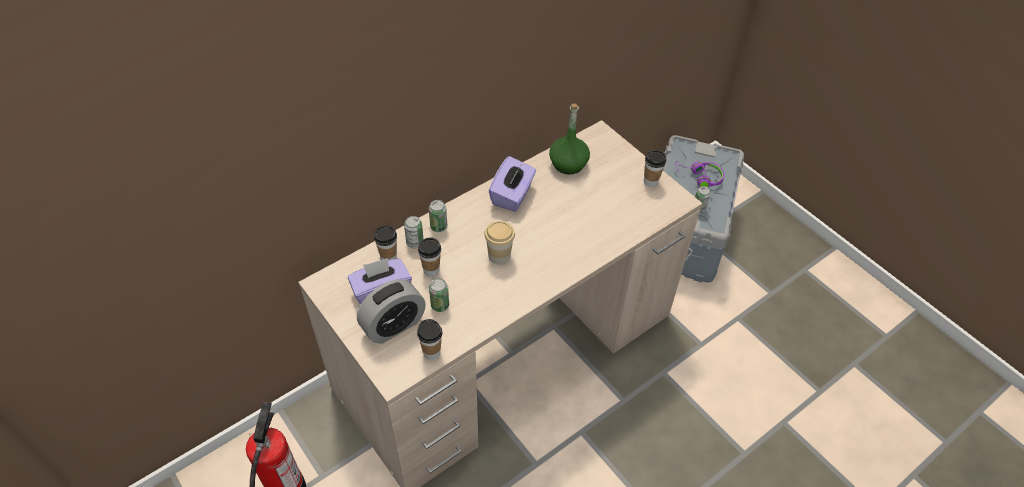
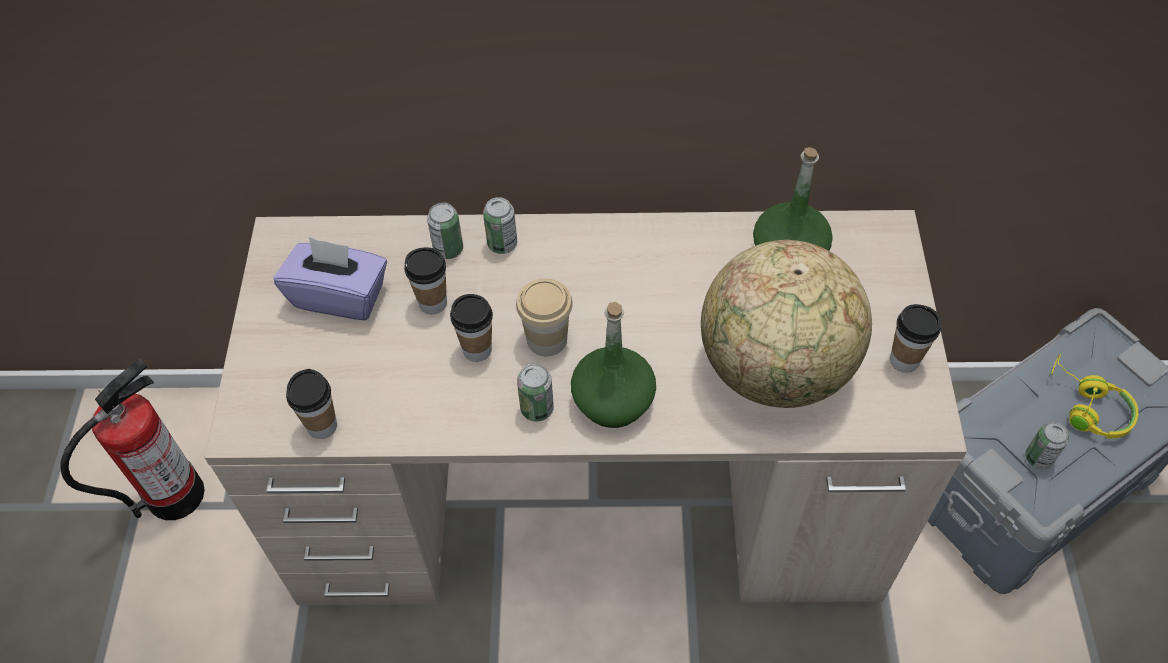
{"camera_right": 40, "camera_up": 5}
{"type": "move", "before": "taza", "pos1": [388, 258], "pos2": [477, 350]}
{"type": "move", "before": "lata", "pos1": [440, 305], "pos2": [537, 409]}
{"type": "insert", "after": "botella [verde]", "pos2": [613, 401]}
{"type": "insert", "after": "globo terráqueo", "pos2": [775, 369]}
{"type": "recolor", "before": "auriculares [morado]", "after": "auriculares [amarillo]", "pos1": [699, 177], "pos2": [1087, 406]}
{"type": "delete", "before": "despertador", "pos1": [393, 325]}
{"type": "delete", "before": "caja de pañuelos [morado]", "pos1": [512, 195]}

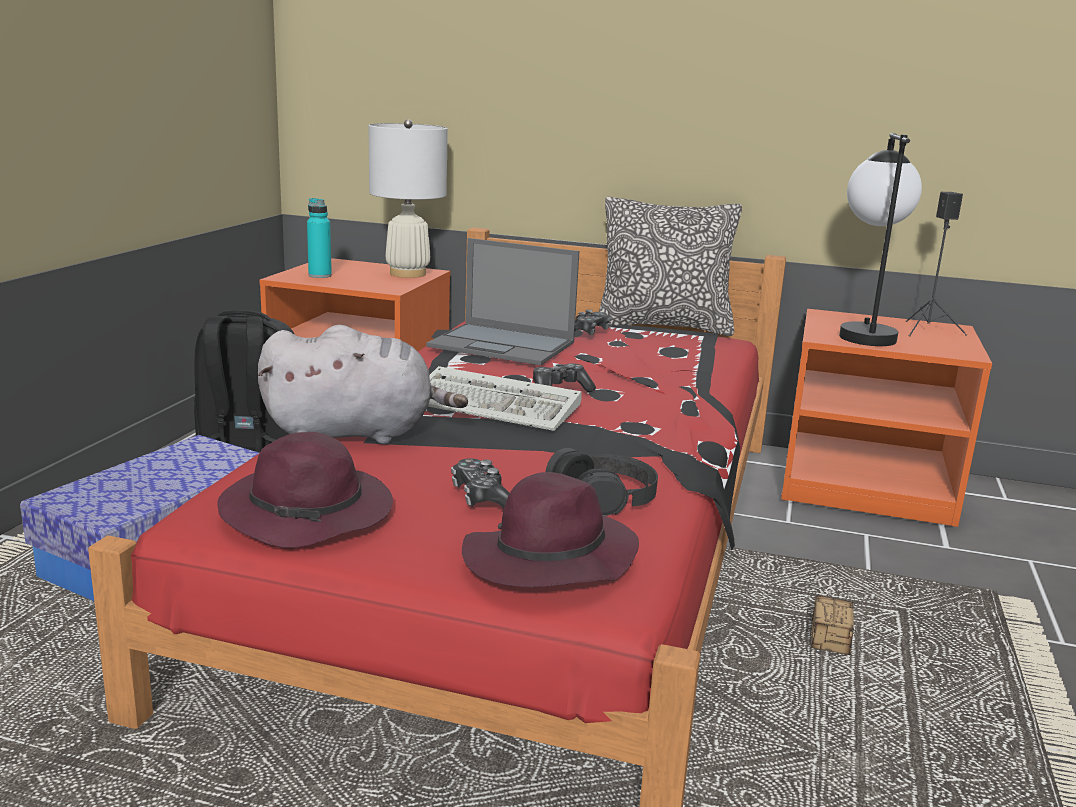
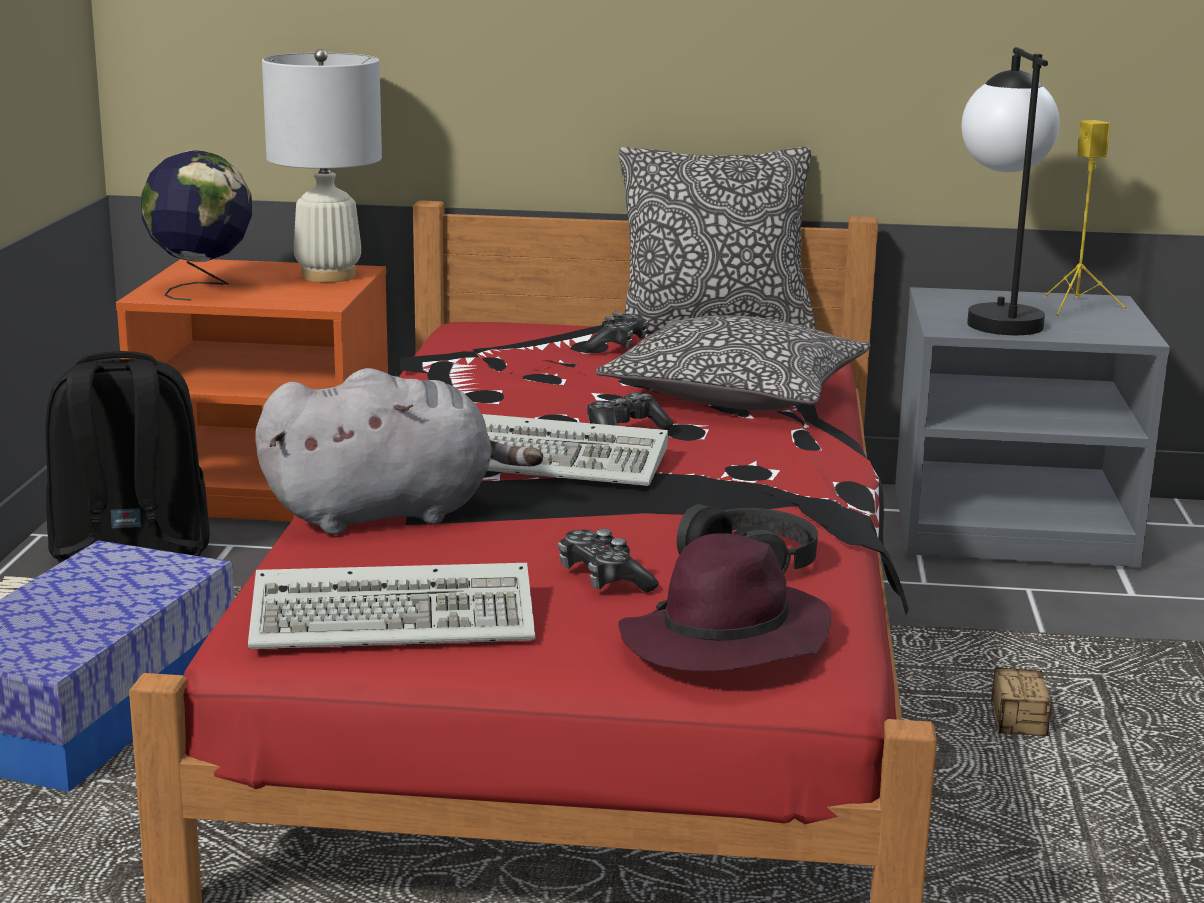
{"camera_right": -10, "camera_up": 0}
{"type": "replace", "before": "botella [turquesa]", "after": "globo terráqueo", "pos1": [320, 275], "pos2": [201, 289]}
{"type": "replace", "before": "sombrero [morado]", "after": "teclado", "pos1": [310, 514], "pos2": [400, 619]}
{"type": "insert", "after": "cojín", "pos2": [736, 394]}
{"type": "recolor", "before": "mesita de noche [naranja]", "after": "mesita de noche [gris]", "pos1": [867, 486], "pos2": [1012, 526]}
{"type": "recolor", "before": "altavoz [negro]", "after": "altavoz [amarillo]", "pos1": [928, 330], "pos2": [1077, 307]}
{"type": "delete", "before": "portátil", "pos1": [503, 345]}

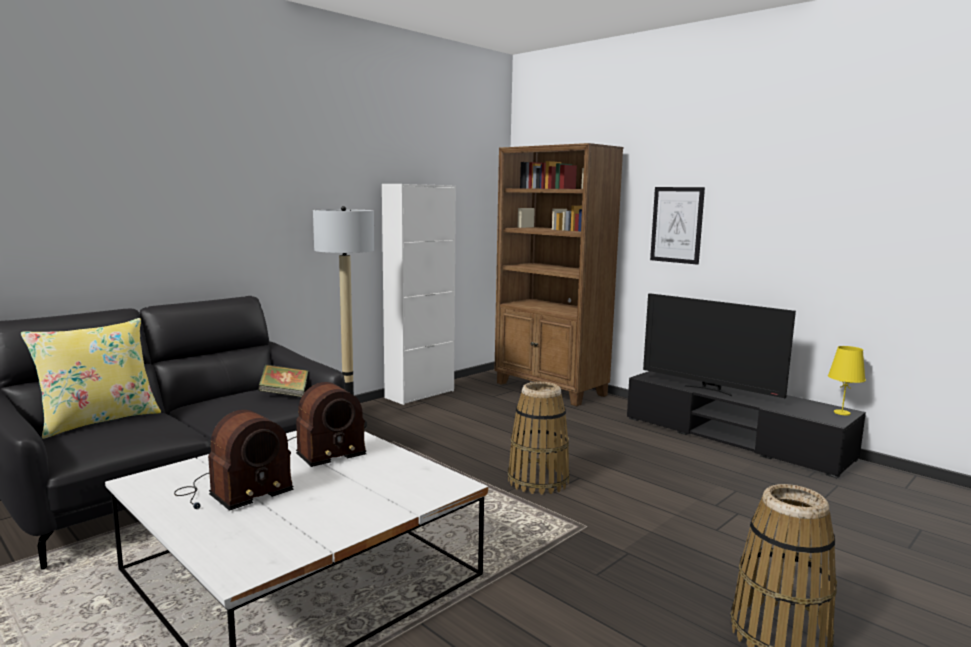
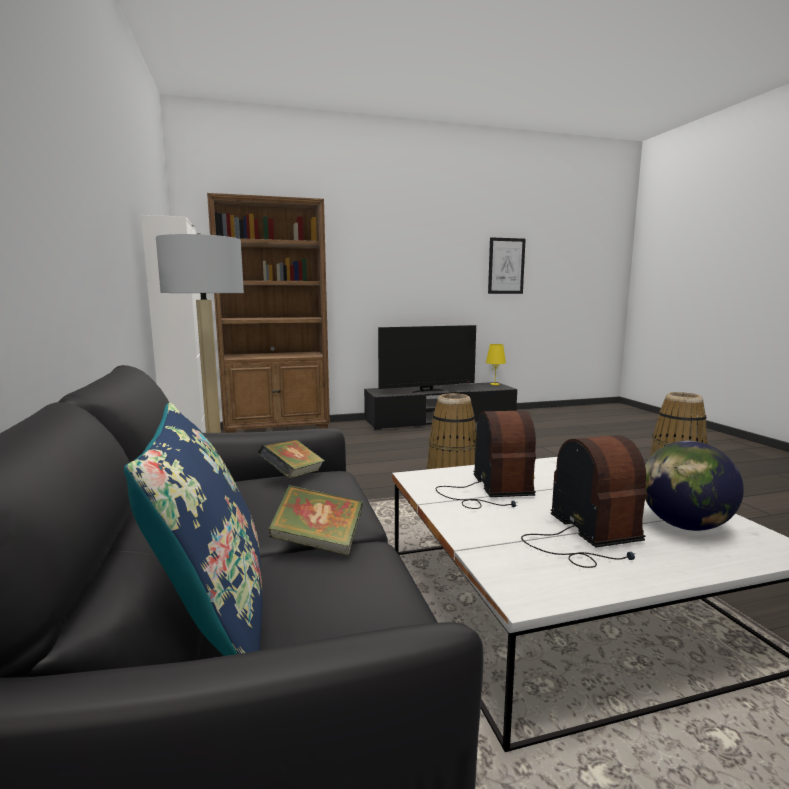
{"camera_right": -60, "camera_up": 0}
{"type": "recolor", "before": "cojín [amarillo]", "after": "cojín [azul]", "pos1": [99, 420], "pos2": [212, 616]}
{"type": "insert", "after": "libro", "pos2": [318, 543]}
{"type": "move", "before": "cuadro", "pos1": [676, 225], "pos2": [506, 266]}
{"type": "insert", "after": "globo terráqueo", "pos2": [685, 526]}

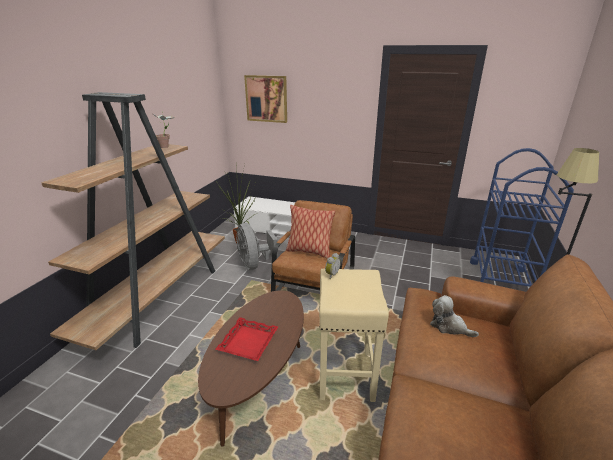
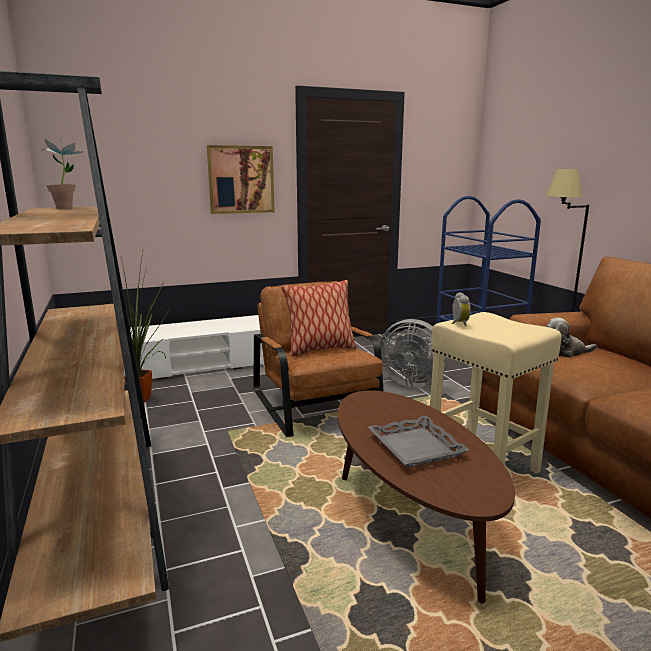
{"camera_right": -40, "camera_up": -10}
{"type": "move", "before": "cuadro", "pos1": [266, 98], "pos2": [241, 179]}
{"type": "recolor", "before": "bandeja [rojo]", "after": "bandeja [gris]", "pos1": [248, 342], "pos2": [415, 447]}
{"type": "move", "before": "ventilador [gris]", "pos1": [254, 264], "pos2": [411, 382]}

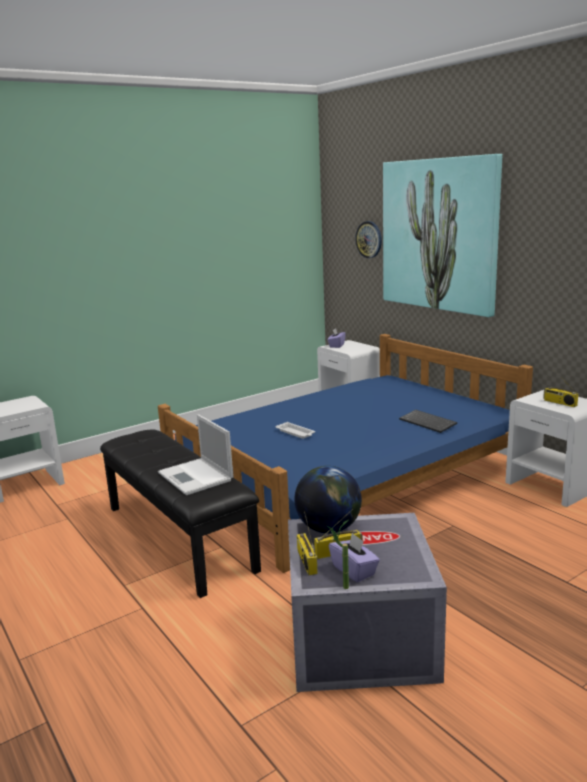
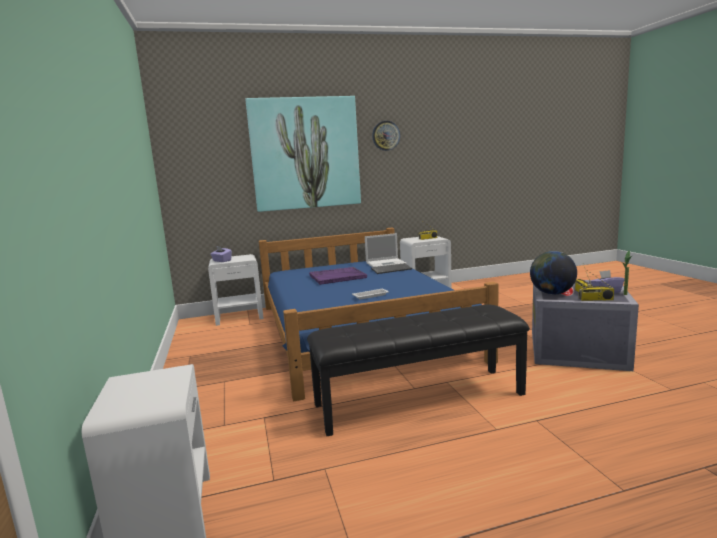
{"camera_right": -70, "camera_up": -5}
{"type": "insert", "after": "bandeja [morado]", "pos2": [337, 277]}
{"type": "move", "before": "portátil", "pos1": [196, 477], "pos2": [386, 263]}
{"type": "move", "before": "reloj de pared", "pos1": [369, 239], "pos2": [386, 135]}

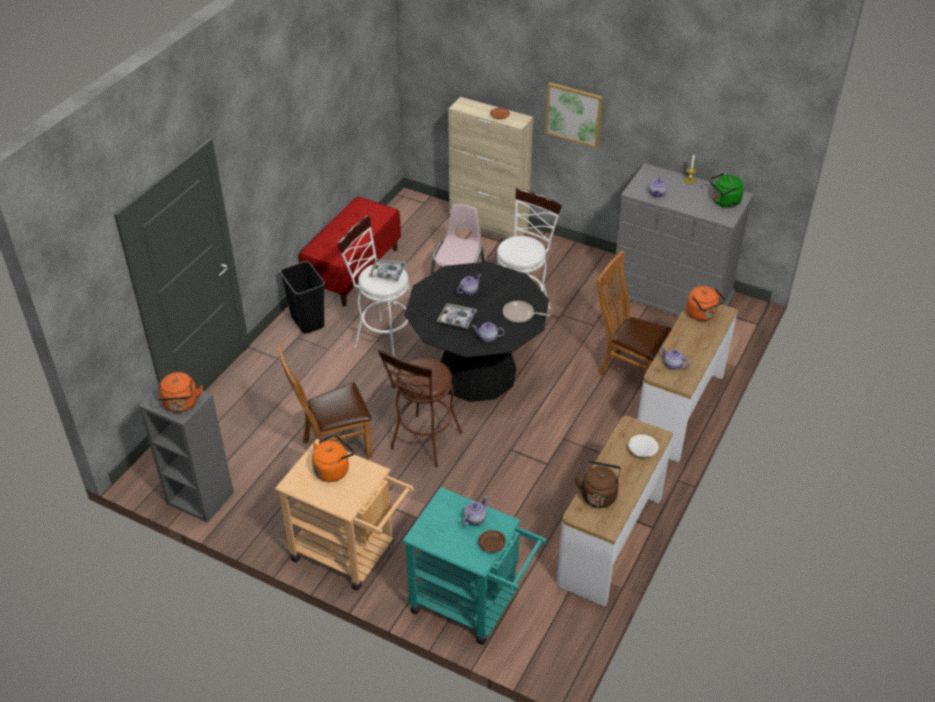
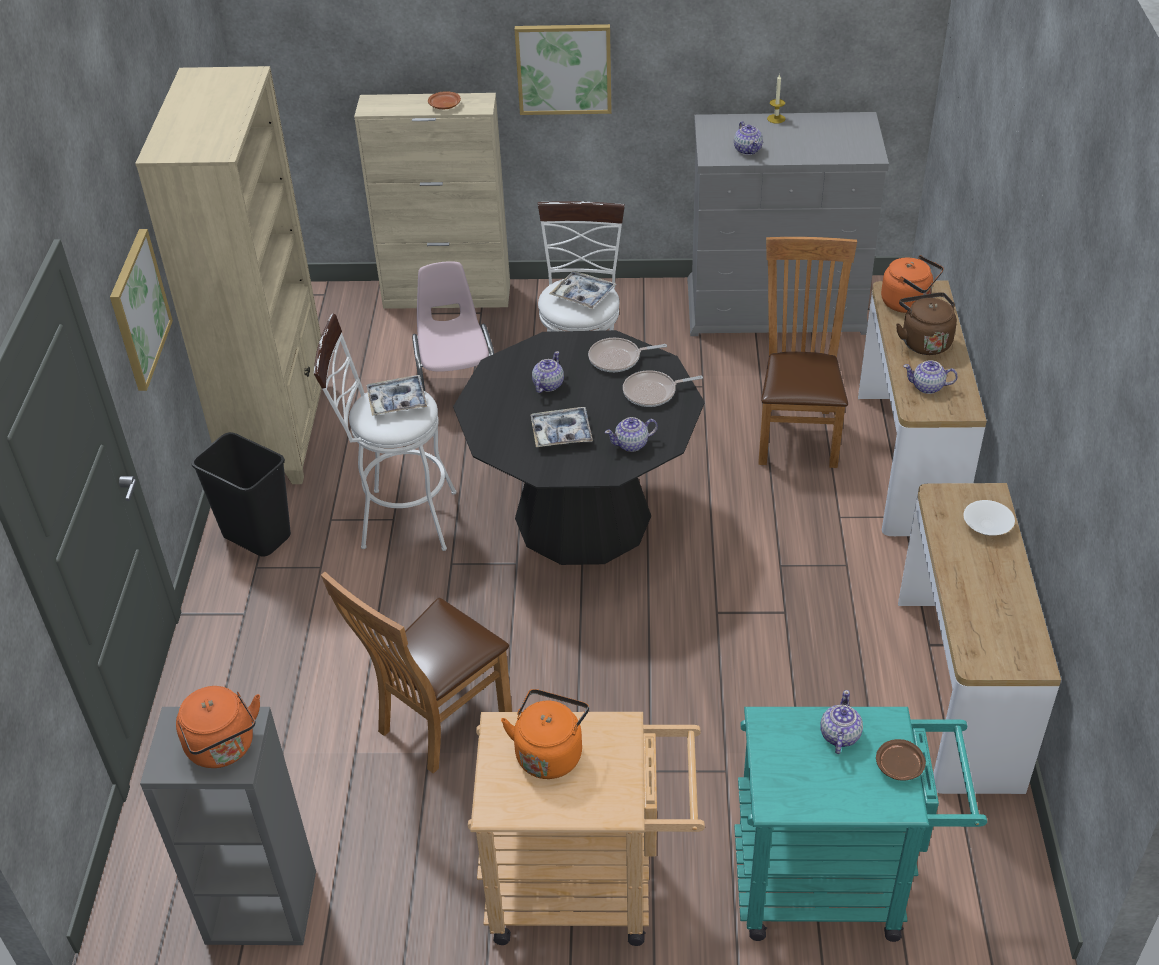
{"camera_right": -25, "camera_up": 0}
{"type": "insert", "after": "cuadro", "pos2": [138, 309]}
{"type": "replace", "before": "banco [rojo]", "after": "estantería [beis]", "pos1": [353, 270], "pos2": [279, 430]}
{"type": "insert", "after": "bandeja", "pos2": [583, 295]}
{"type": "insert", "after": "sartén", "pos2": [618, 359]}
{"type": "rotate", "before": "silla [marrón]", "pos1": [628, 370], "pos2": [797, 432], "turn": 90}
{"type": "move", "before": "hervidor [marrón]", "pos1": [598, 494], "pos2": [924, 341]}
{"type": "delete", "before": "taburete [marrón]", "pos1": [423, 444]}
{"type": "delete", "before": "hervidor [verde]", "pos1": [724, 202]}

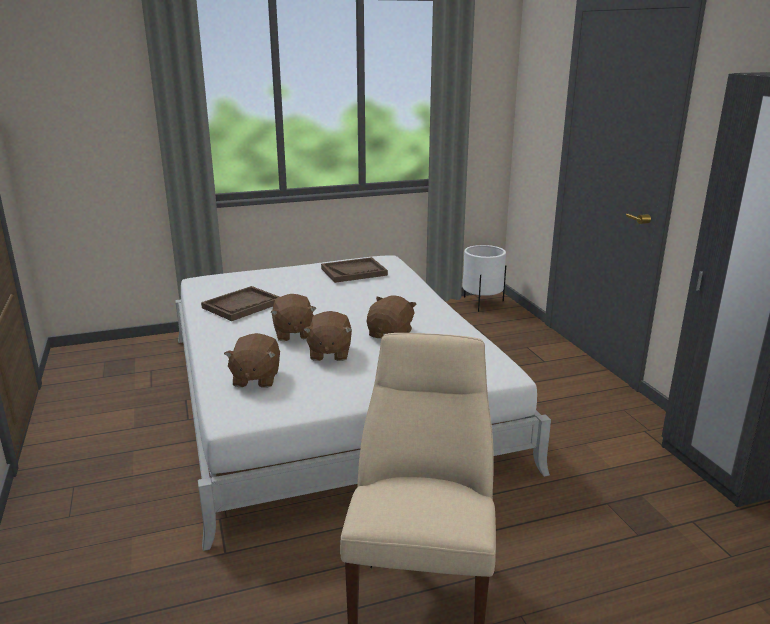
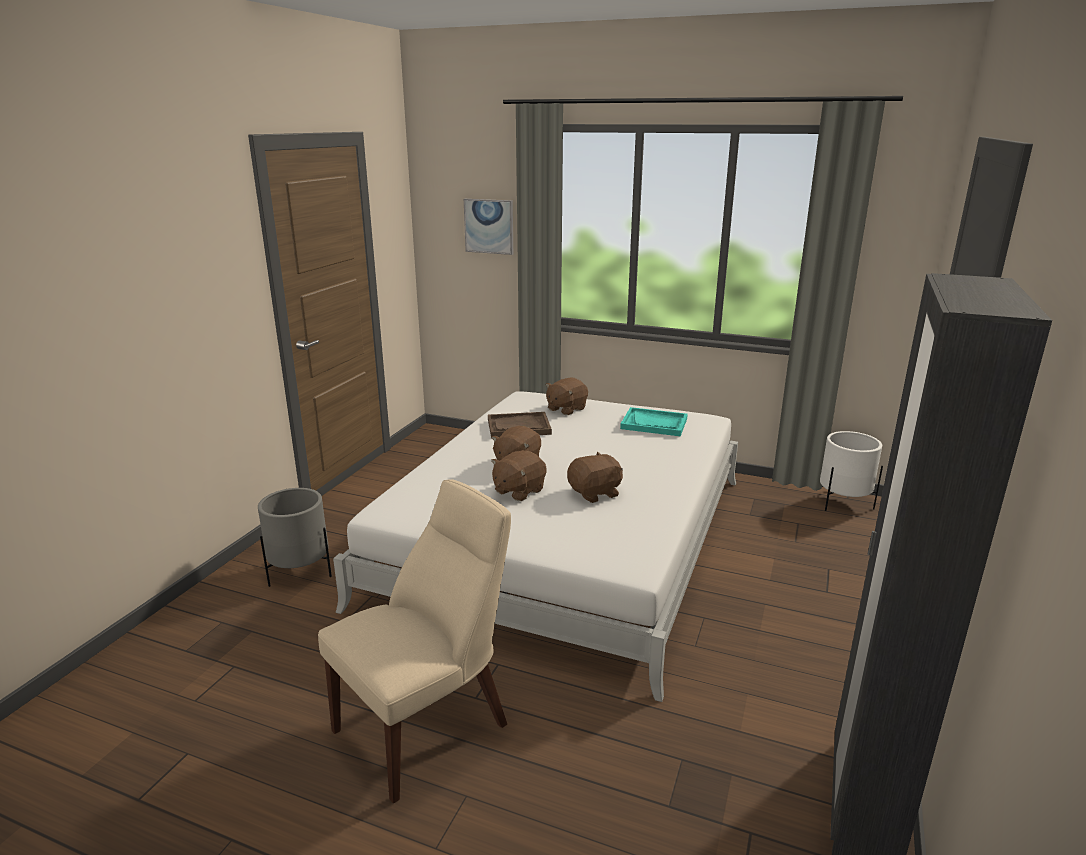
{"camera_right": 40, "camera_up": 0}
{"type": "insert", "after": "maceta [gris]", "pos2": [300, 572]}
{"type": "insert", "after": "cuadro", "pos2": [489, 226]}
{"type": "move", "before": "peluche [marrón]", "pos1": [255, 378], "pos2": [566, 409]}
{"type": "recolor", "before": "bandeja [marrón]", "after": "bandeja [turquesa]", "pos1": [354, 272], "pos2": [654, 424]}

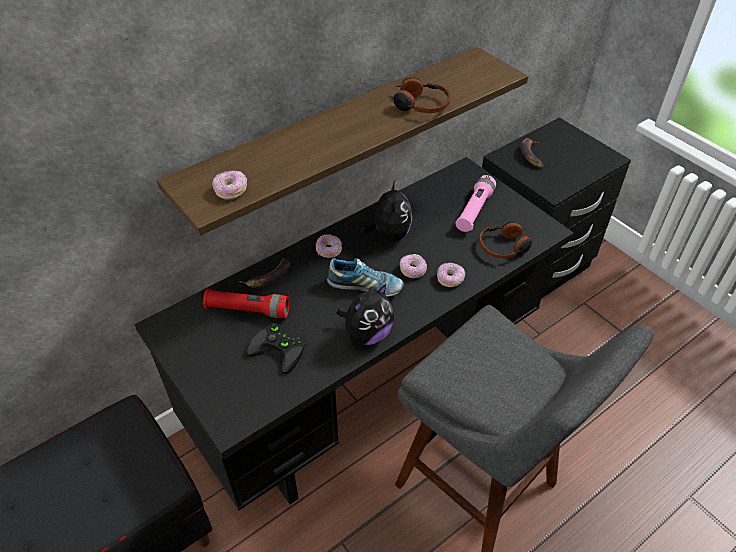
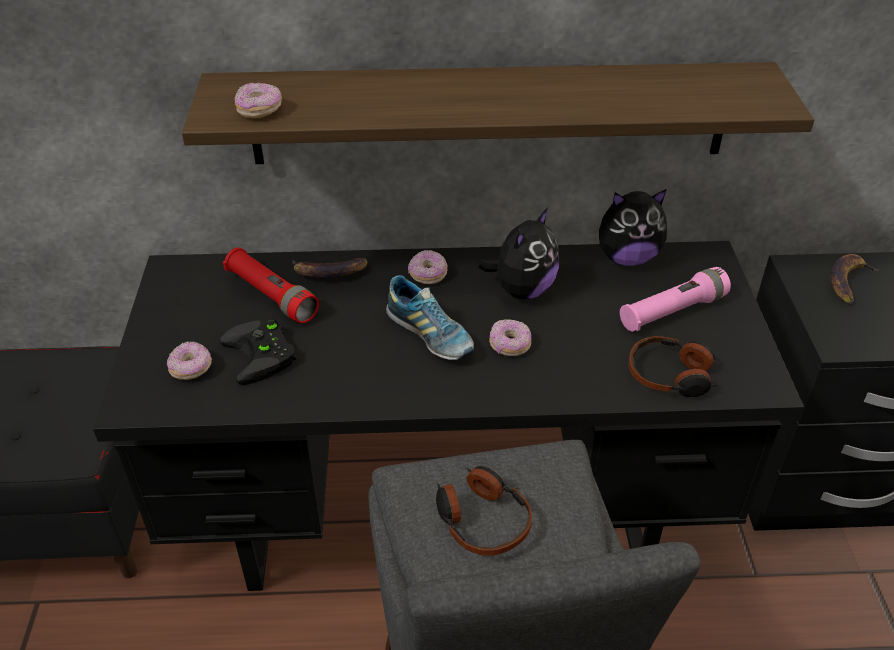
{"camera_right": 35, "camera_up": -5}
{"type": "move", "before": "rosquilla", "pos1": [450, 279], "pos2": [191, 369]}
{"type": "move", "before": "auriculares", "pos1": [420, 105], "pos2": [481, 519]}
{"type": "move", "before": "peluche", "pos1": [367, 334], "pos2": [627, 258]}

